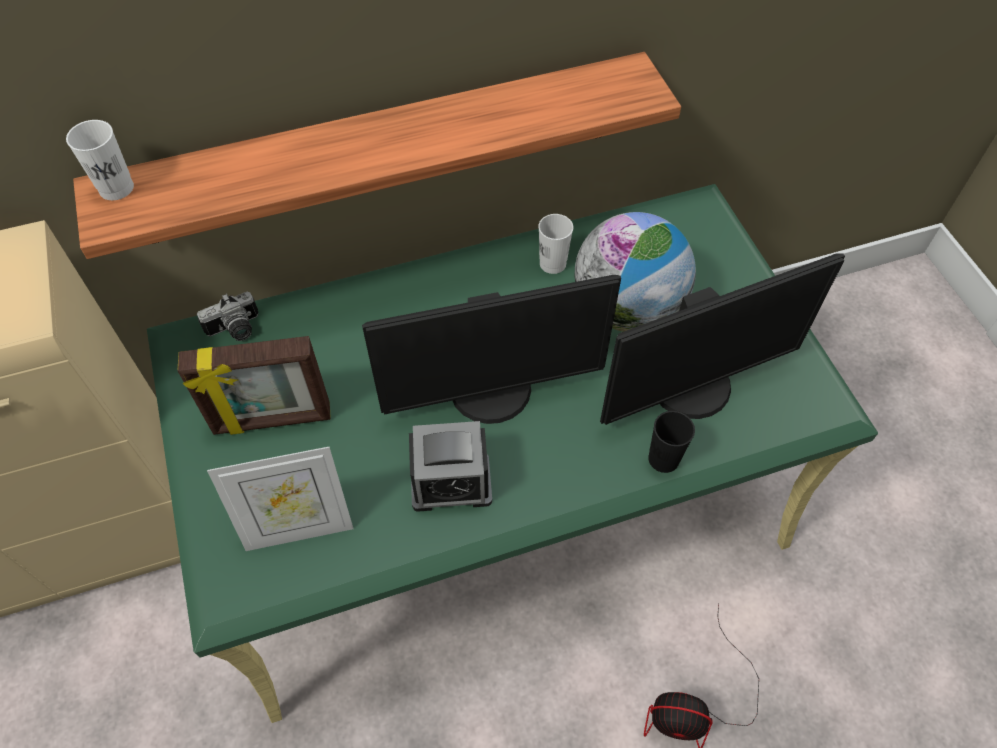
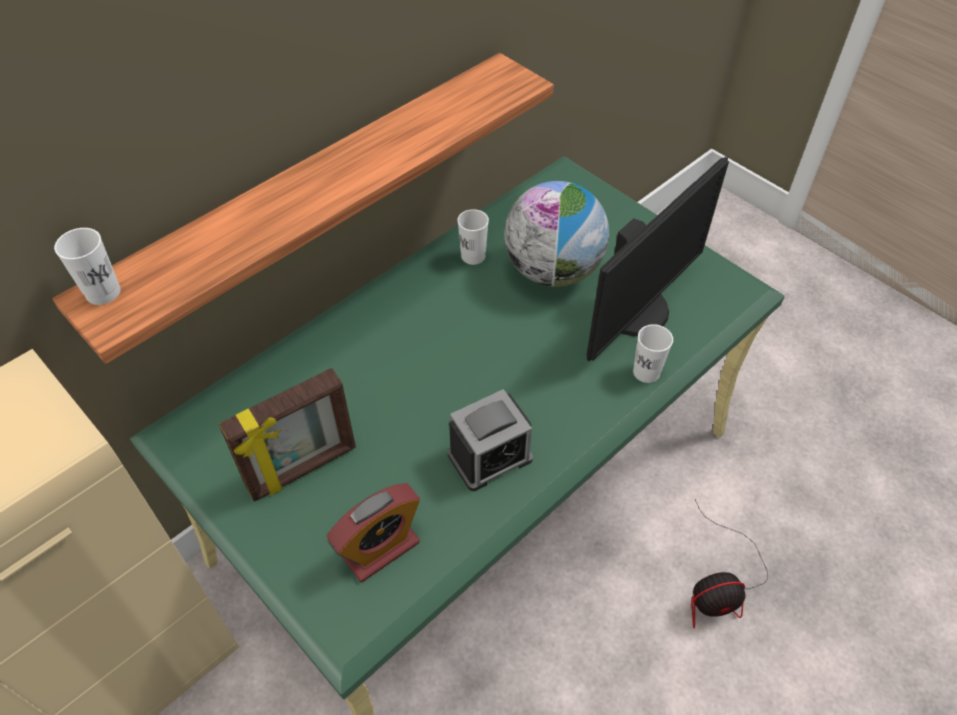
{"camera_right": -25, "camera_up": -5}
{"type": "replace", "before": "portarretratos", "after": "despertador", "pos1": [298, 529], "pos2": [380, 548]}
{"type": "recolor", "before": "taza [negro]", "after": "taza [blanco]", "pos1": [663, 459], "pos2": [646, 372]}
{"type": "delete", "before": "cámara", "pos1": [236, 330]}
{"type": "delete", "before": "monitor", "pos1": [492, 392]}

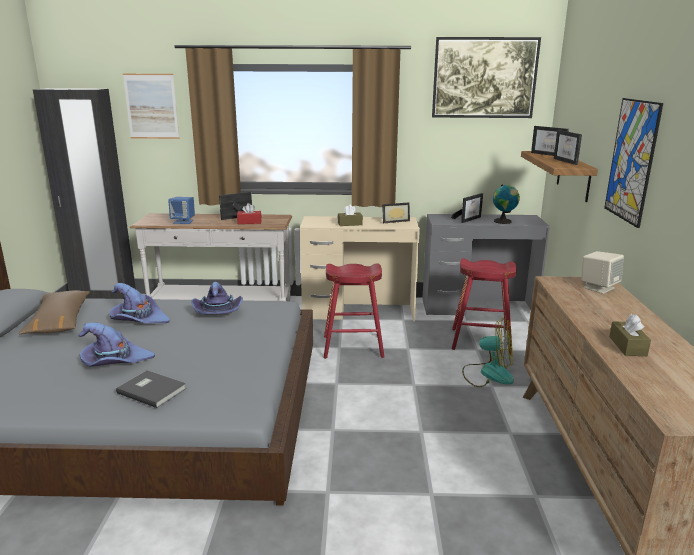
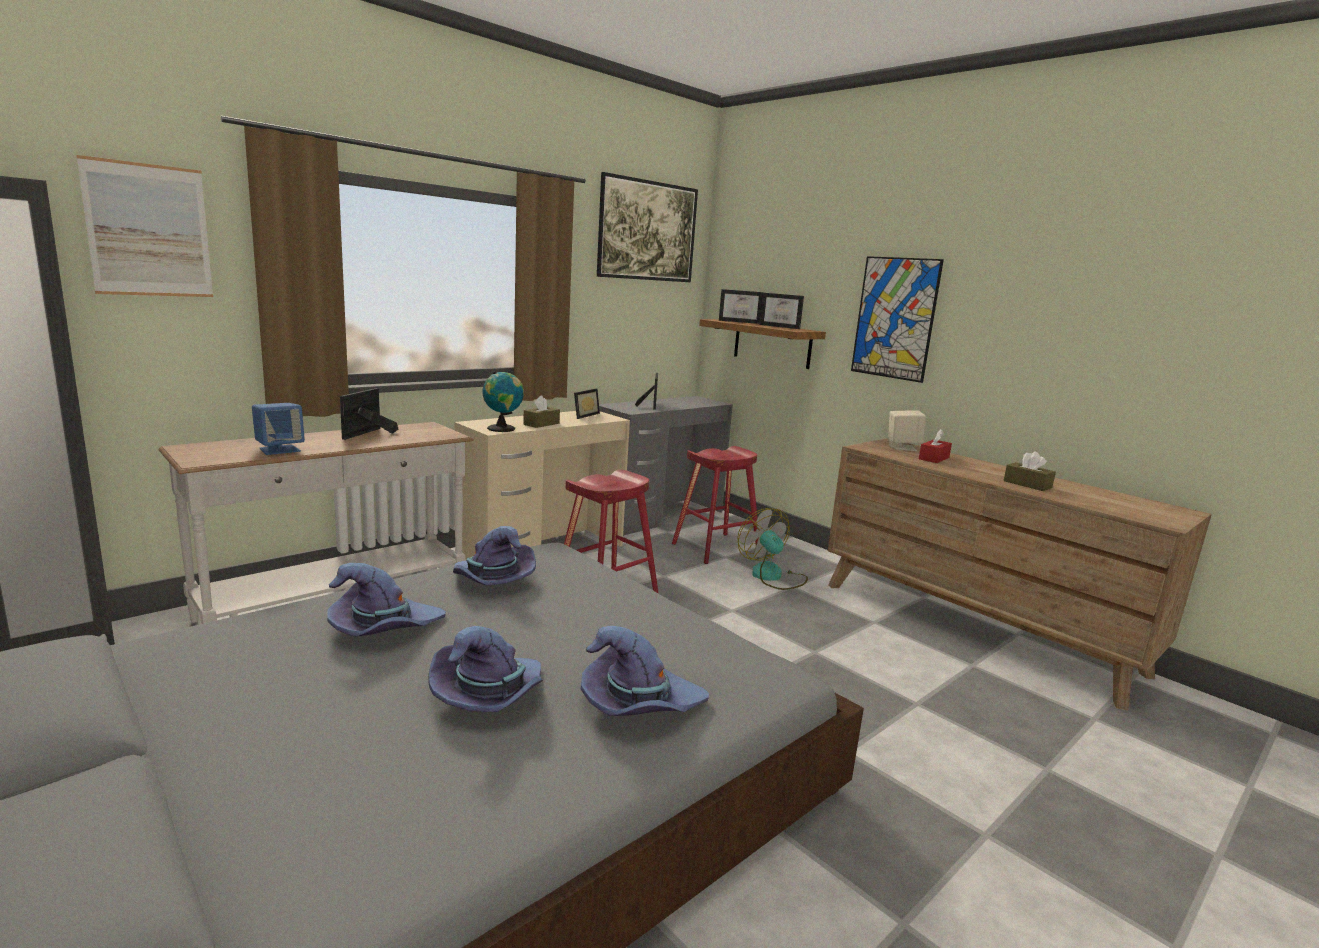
{"camera_right": -45, "camera_up": -5}
{"type": "move", "before": "globo terráqueo", "pos1": [504, 221], "pos2": [503, 429]}
{"type": "replace", "before": "libro [gris]", "after": "sombrero [morado]", "pos1": [152, 390], "pos2": [639, 703]}
{"type": "rotate", "before": "ventilador", "pos1": [488, 374], "pos2": [772, 576], "turn": -90}
{"type": "move", "before": "caja de pañuelos [rojo]", "pos1": [249, 222], "pos2": [934, 458]}
{"type": "delete", "before": "cojín [marrón]", "pos1": [59, 321]}

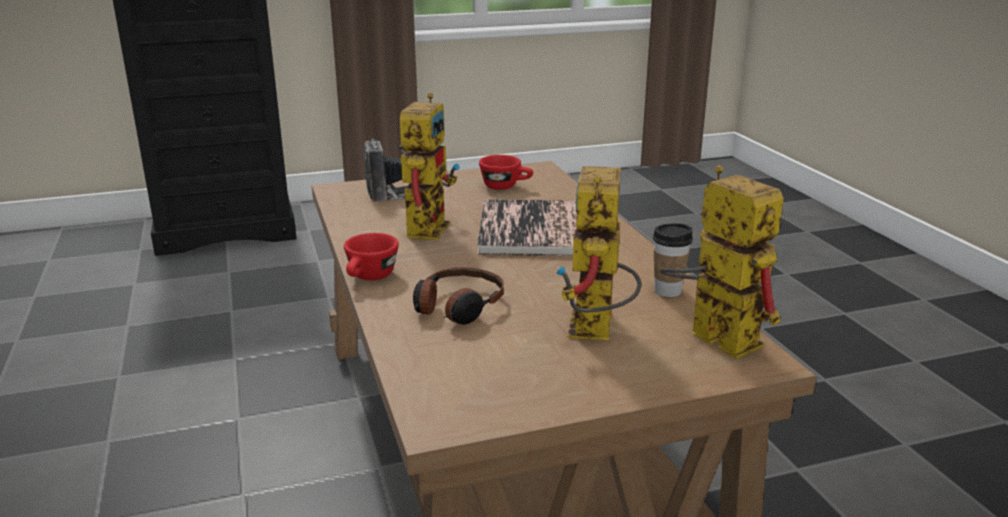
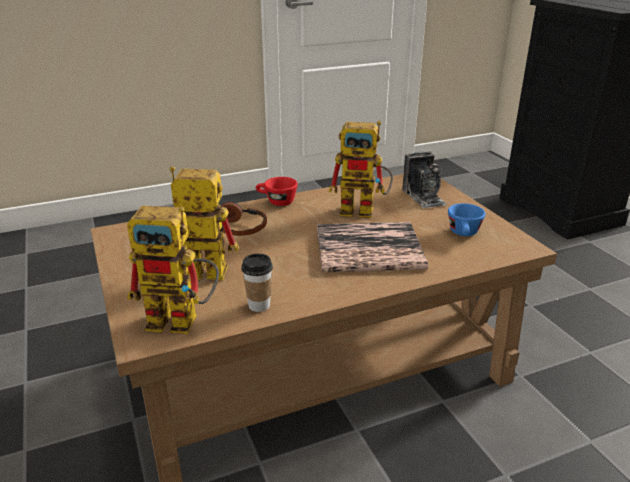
{"camera_right": 85, "camera_up": 5}
{"type": "rotate", "before": "robot de juguete", "pos1": [710, 336], "pos2": [183, 320], "turn": 45}
{"type": "recolor", "before": "taza [rojo]", "after": "taza [azul]", "pos1": [506, 186], "pos2": [464, 234]}

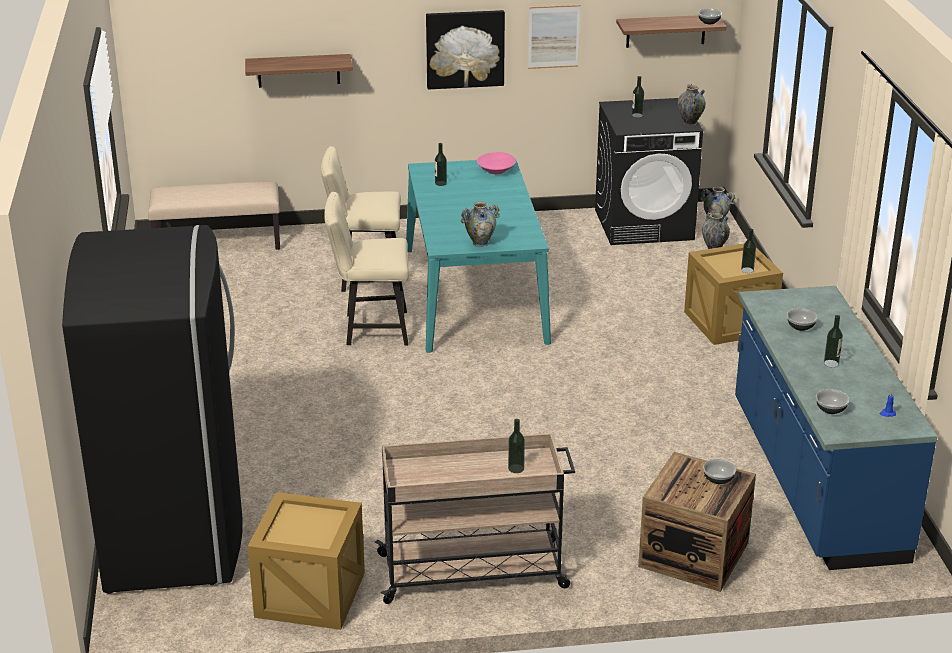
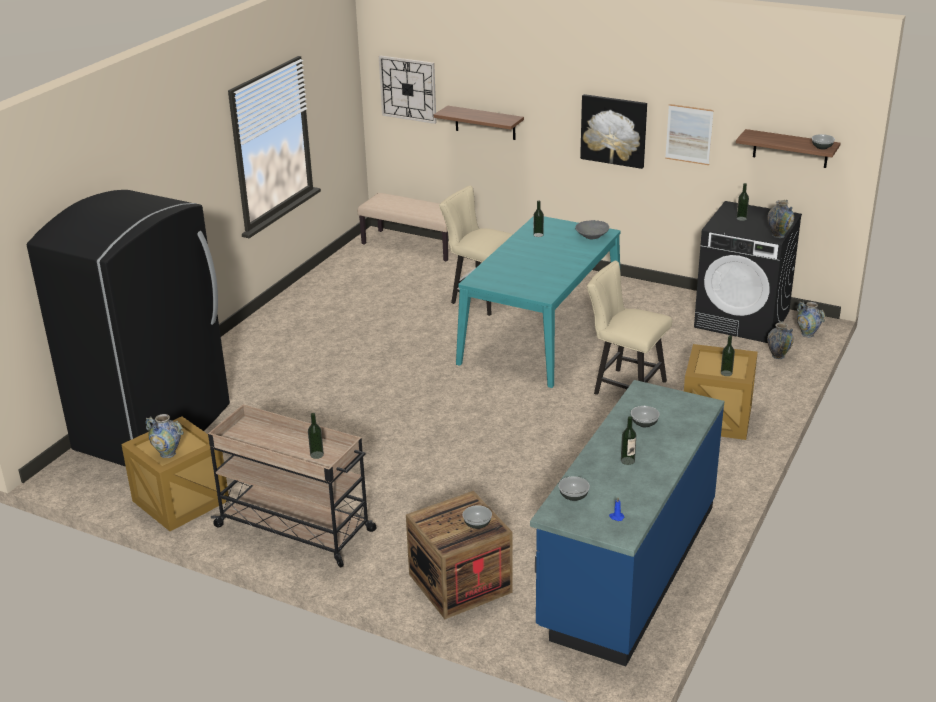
{"camera_right": 35, "camera_up": 0}
{"type": "move", "before": "florero", "pos1": [480, 243], "pos2": [168, 453]}
{"type": "insert", "after": "reloj de pared", "pos2": [408, 89]}
{"type": "recolor", "before": "cuenco [rosa]", "after": "cuenco [gris]", "pos1": [496, 171], "pos2": [592, 236]}
{"type": "move", "before": "silla [beis]", "pos1": [370, 329], "pos2": [624, 387]}

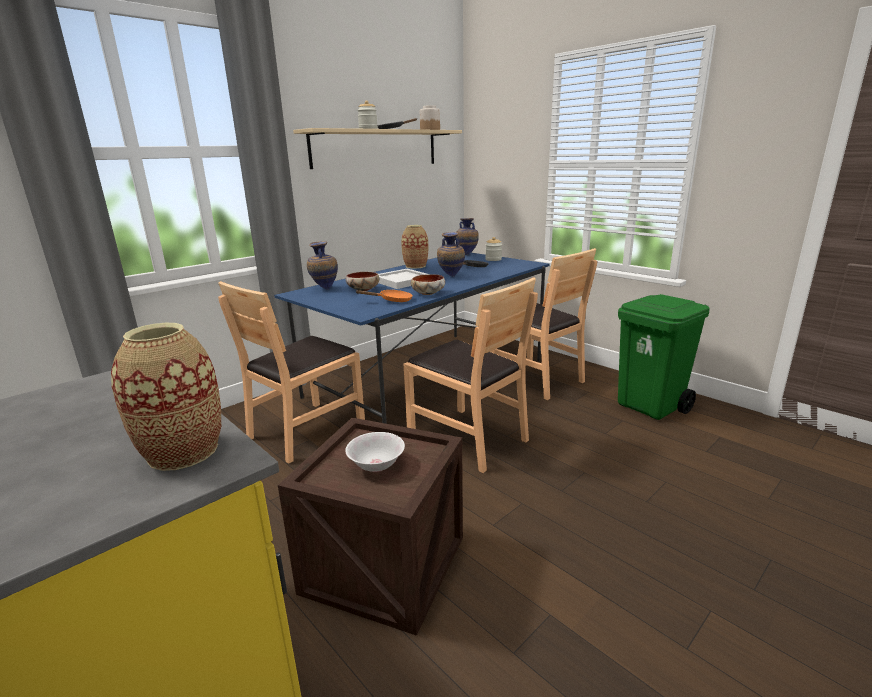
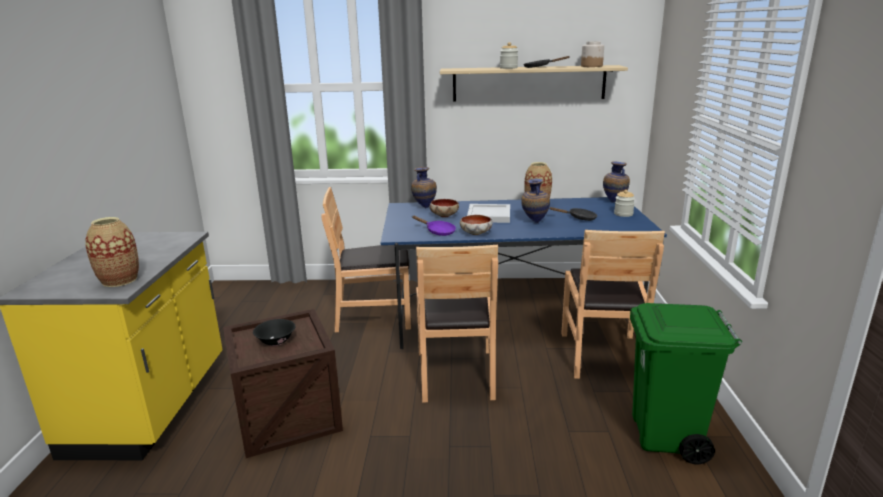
{"camera_right": 45, "camera_up": 0}
{"type": "recolor", "before": "cuenco [blanco]", "after": "cuenco [negro]", "pos1": [376, 465], "pos2": [276, 341]}
{"type": "recolor", "before": "sartén [naranja]", "after": "sartén [morado]", "pos1": [392, 301], "pos2": [438, 231]}

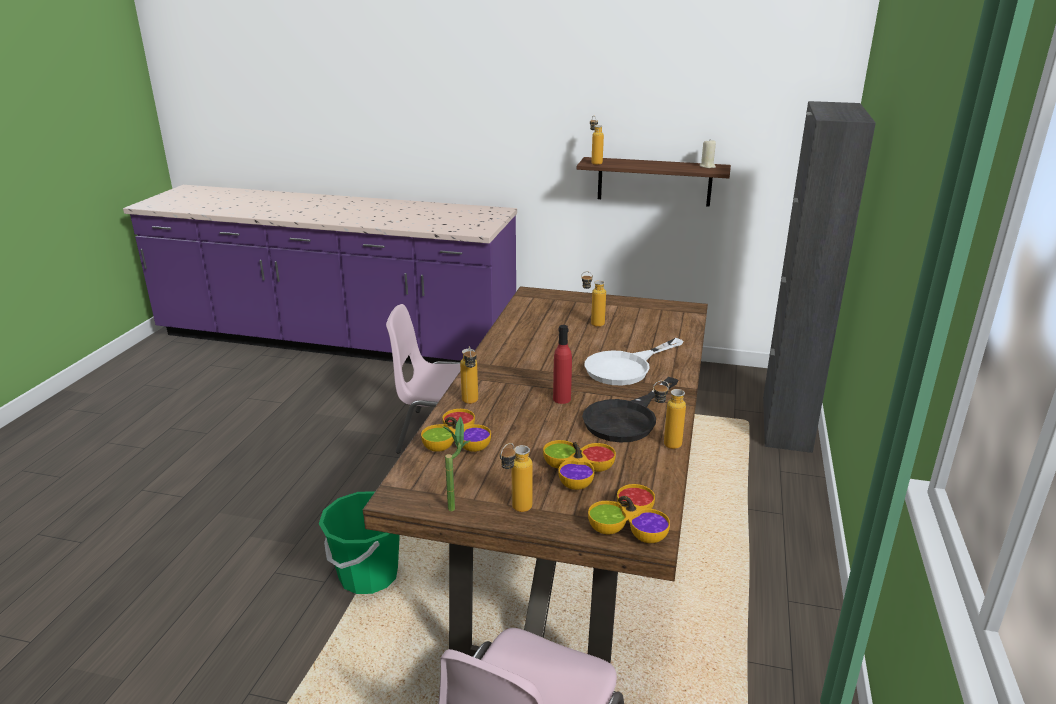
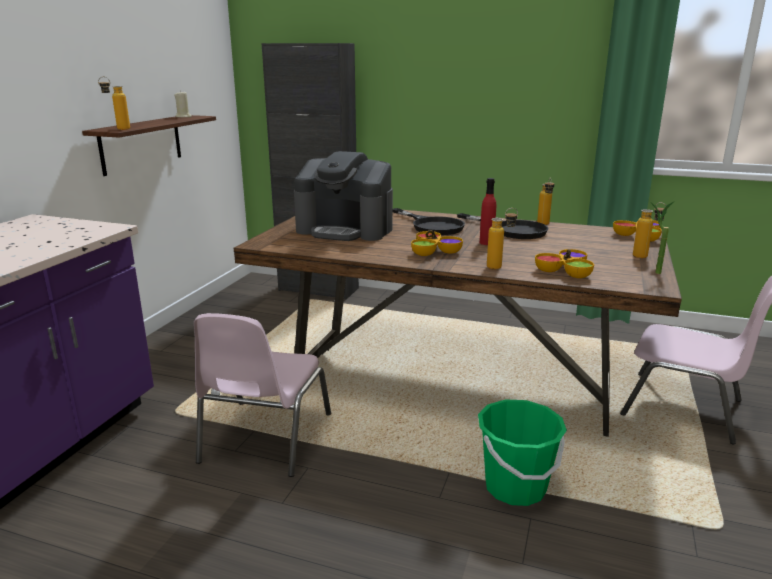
{"camera_right": -85, "camera_up": -5}
{"type": "replace", "before": "botella", "after": "cafetera", "pos1": [592, 324], "pos2": [345, 229]}
{"type": "recolor", "before": "sartén [blanco]", "after": "sartén [negro]", "pos1": [626, 367], "pos2": [432, 226]}
{"type": "move", "before": "cuenco", "pos1": [577, 472], "pos2": [433, 251]}

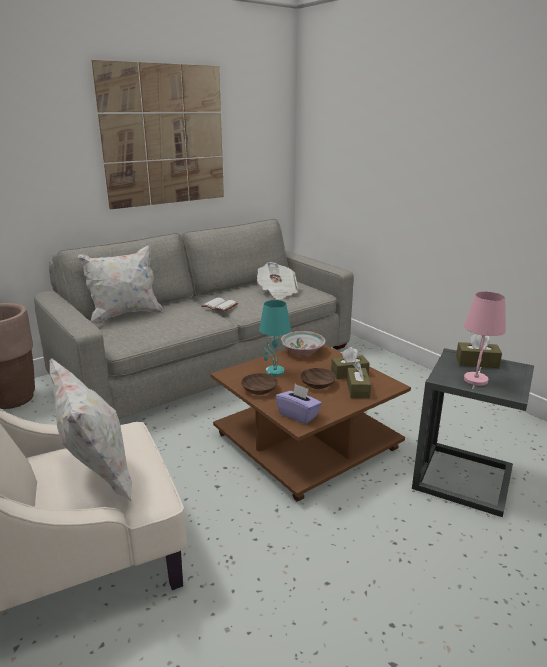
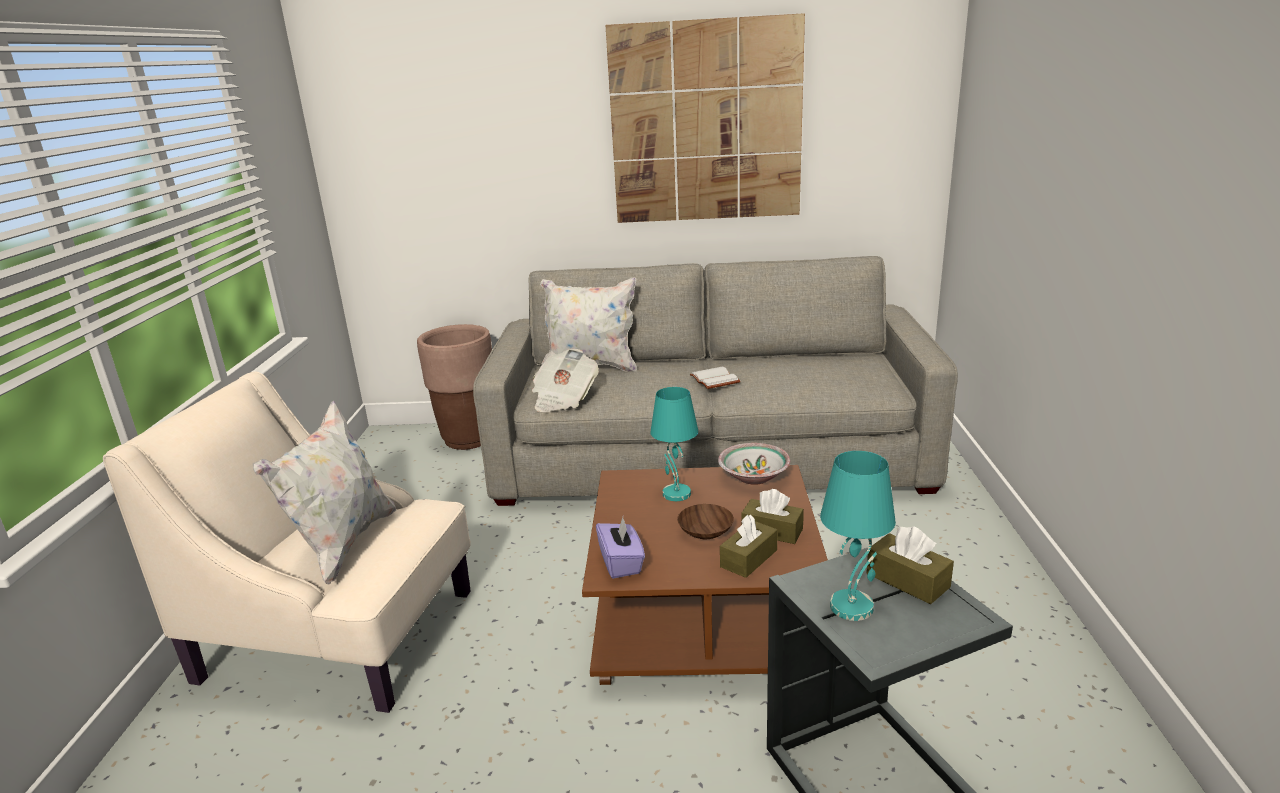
{"camera_right": 40, "camera_up": 0}
{"type": "move", "before": "periódico", "pos1": [277, 292], "pos2": [563, 399]}
{"type": "recolor", "before": "lámpara de mesa [rosa]", "after": "lámpara de mesa [turquesa]", "pos1": [475, 379], "pos2": [852, 606]}
{"type": "delete", "before": "cuenco [marrón]", "pos1": [258, 389]}

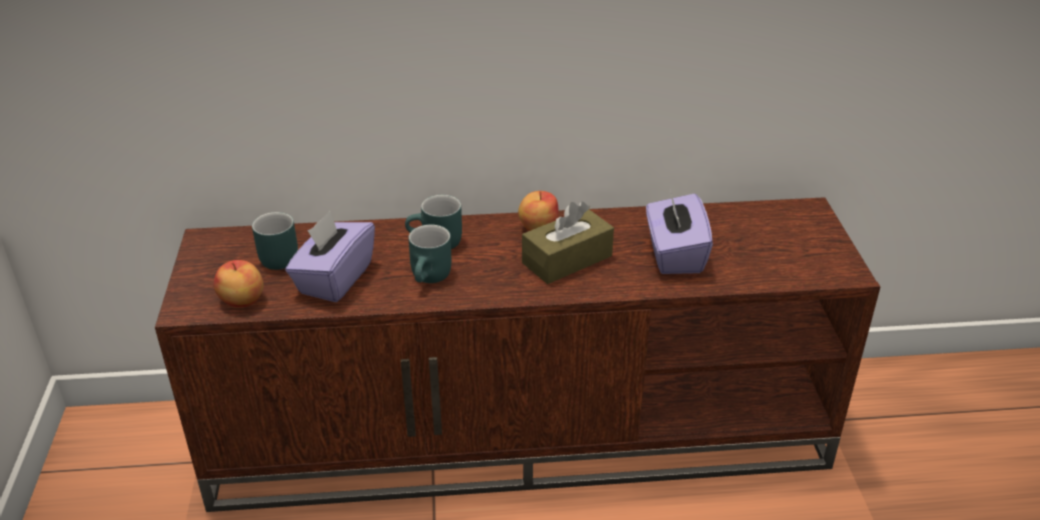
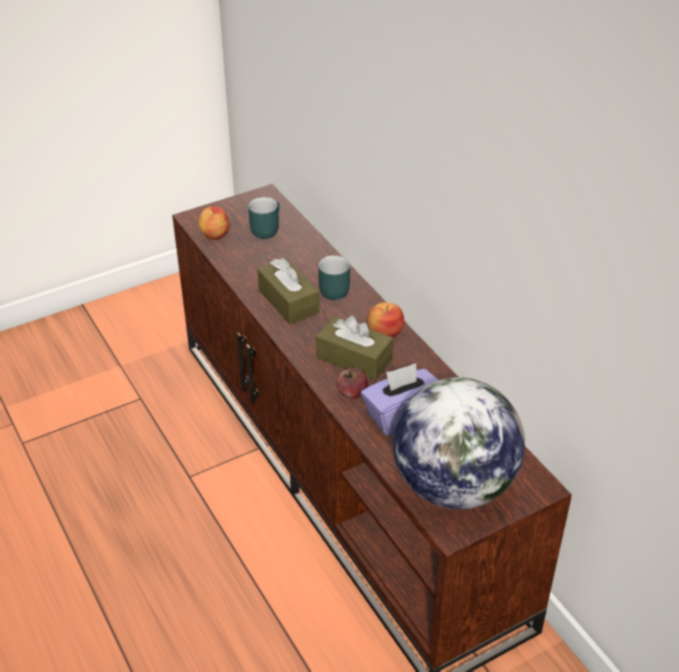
{"camera_right": 65, "camera_up": 5}
{"type": "replace", "before": "taza grande [turquesa]", "after": "caja de pañuelos [marrón]", "pos1": [432, 277], "pos2": [288, 301]}
{"type": "insert", "after": "manzana", "pos2": [351, 393]}
{"type": "insert", "after": "globo terráqueo", "pos2": [453, 485]}
{"type": "delete", "before": "caja de pañuelos [morado]", "pos1": [334, 279]}

